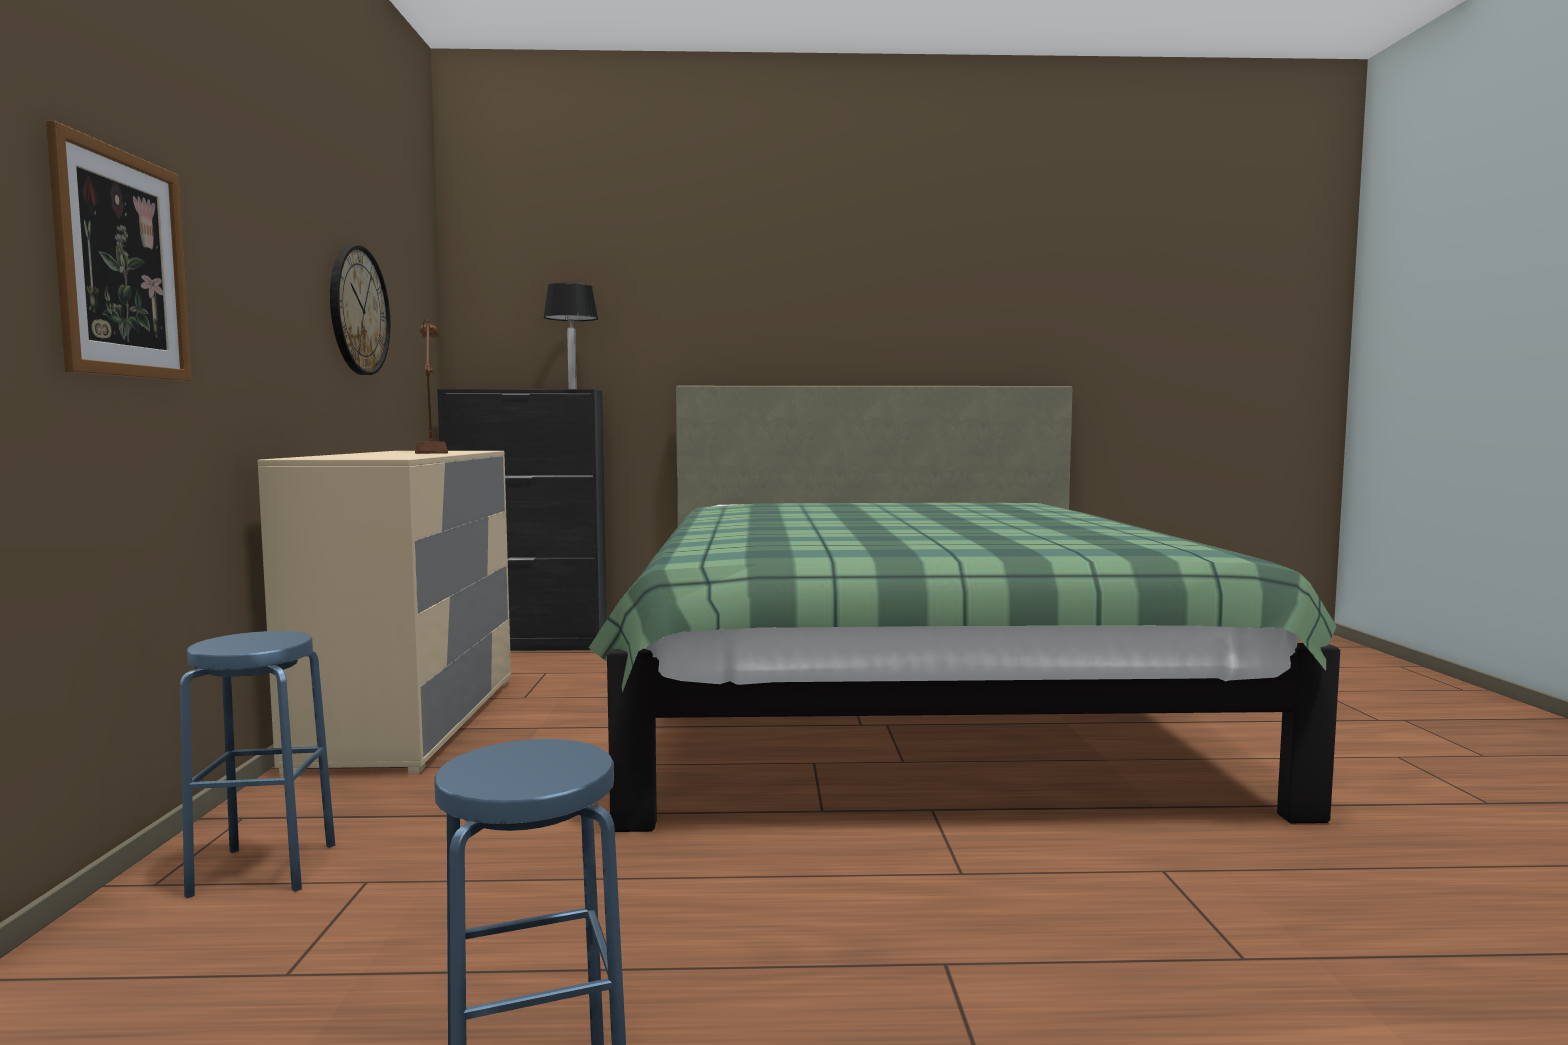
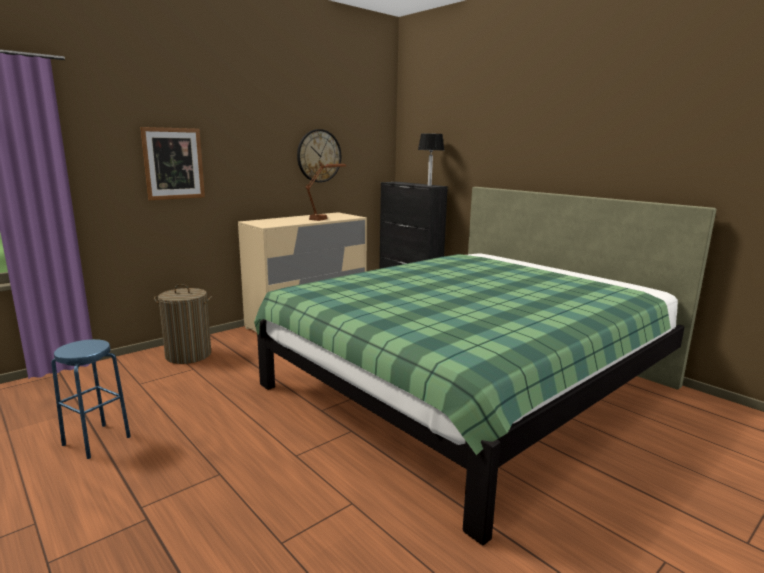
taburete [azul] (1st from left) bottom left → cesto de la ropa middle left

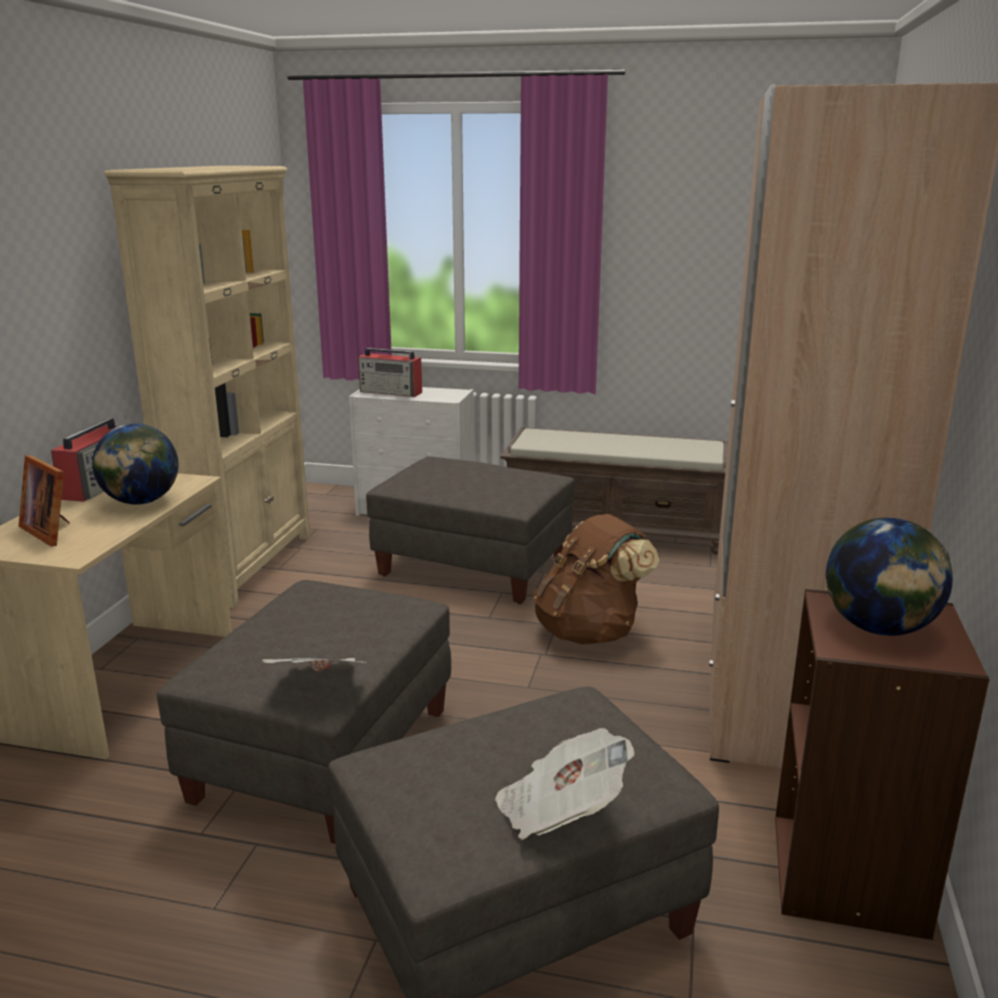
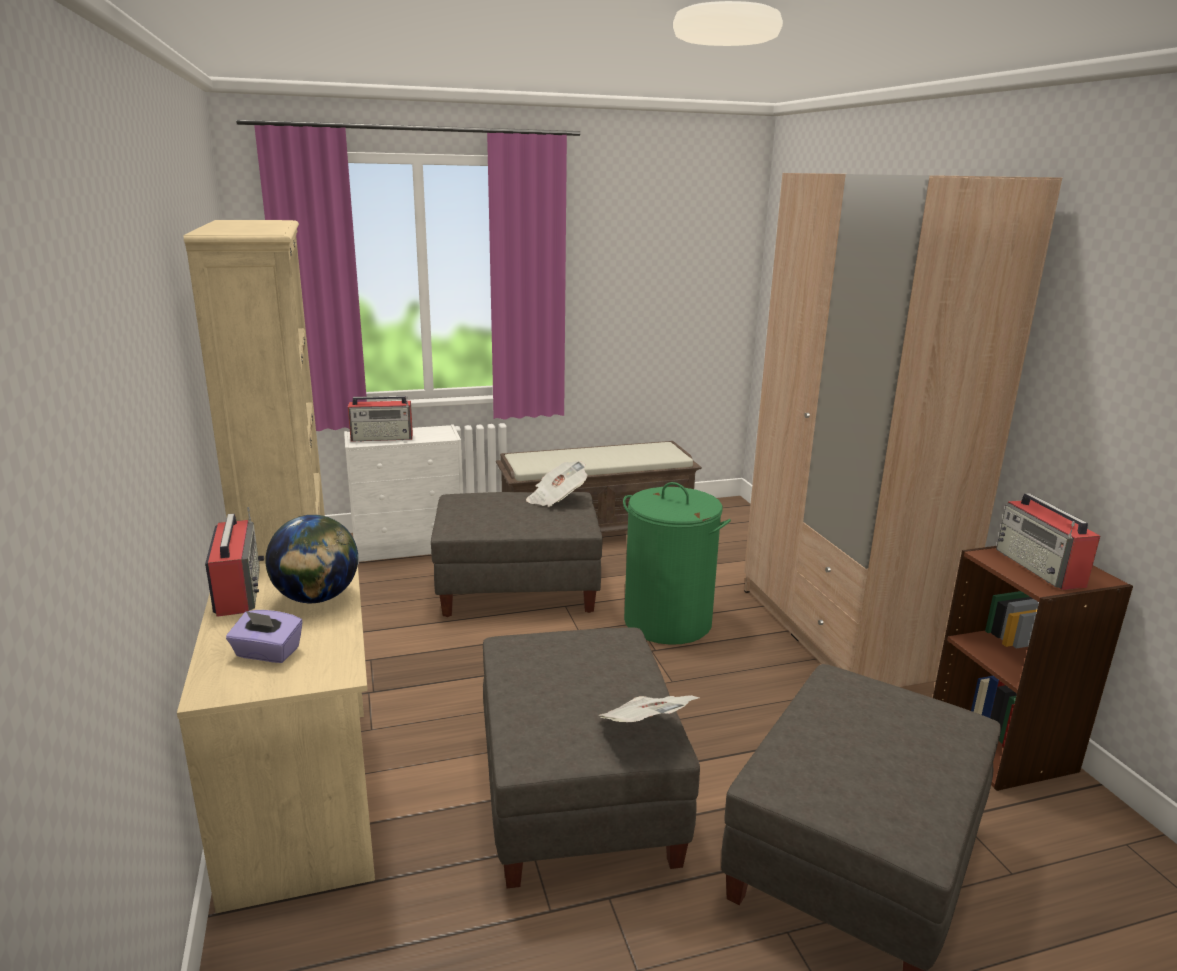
periódico (2nd from left in the first image) bottom centre → periódico (1st from left) centre, move
portarretratos middle left → caja de pañuelos [morado] middle left
mochila [marrón] centre → cesto de la ropa [verde] centre
globo terráqueo (2nd from left) middle right → radio (3rd from left) middle right

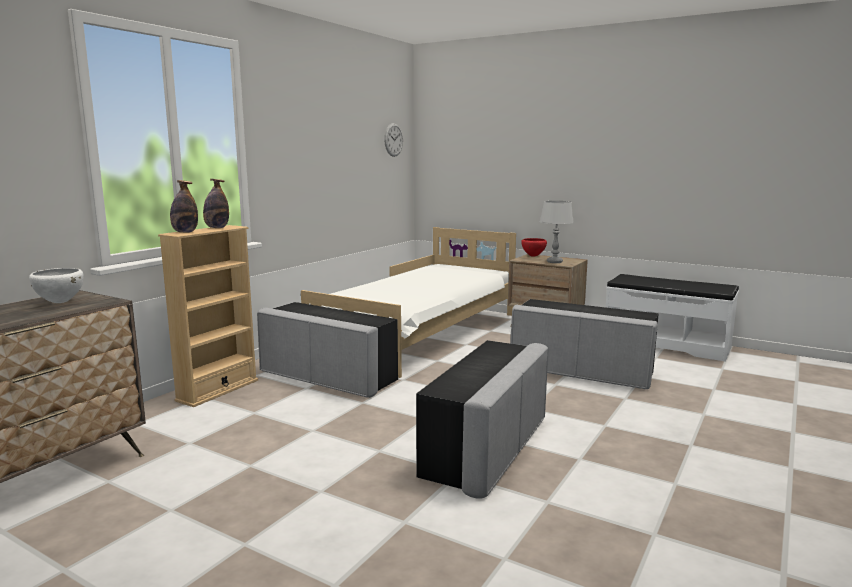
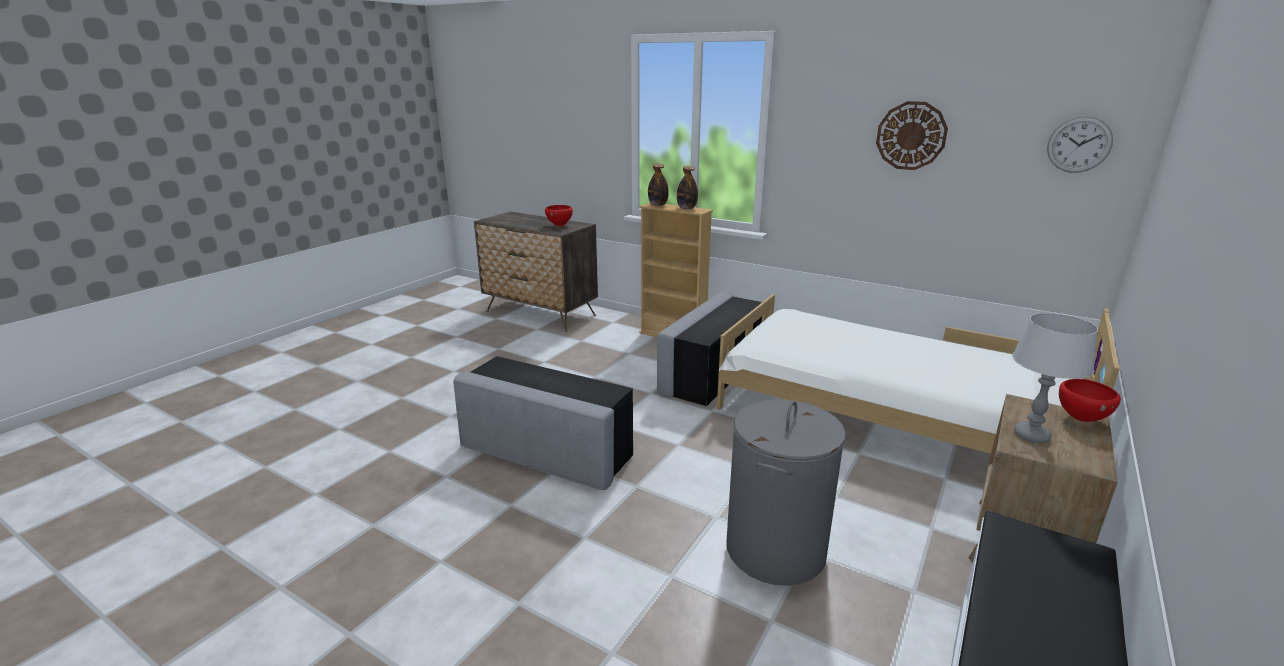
- → reloj de pared (1st from left) top right
puf [gris] (3rd from left) middle right → cesto de la ropa [gris] bottom centre
cuenco [blanco] middle left → cuenco [rojo] (1st from left) top centre

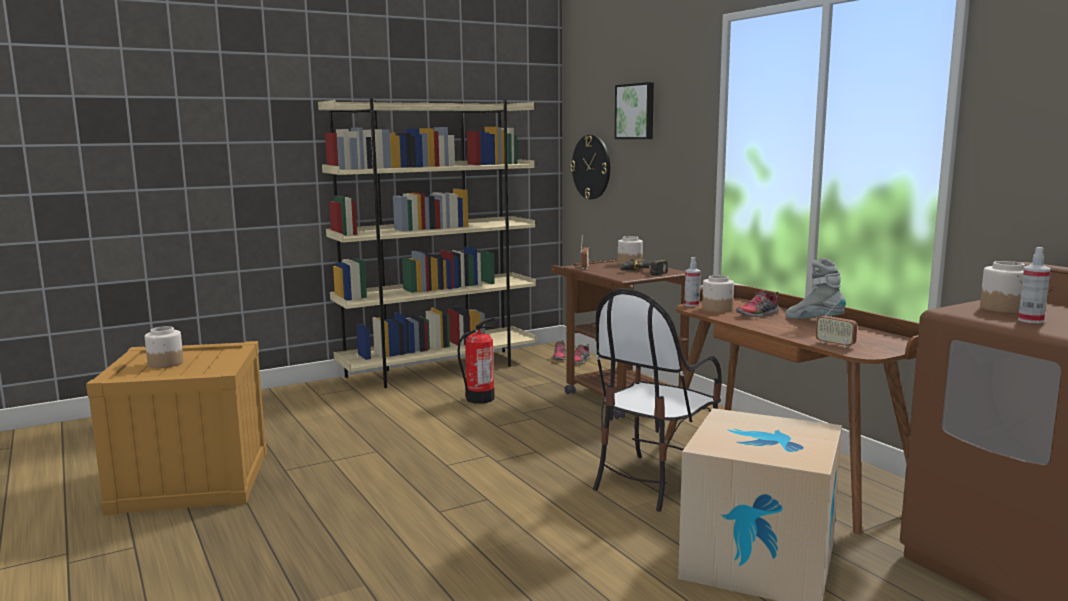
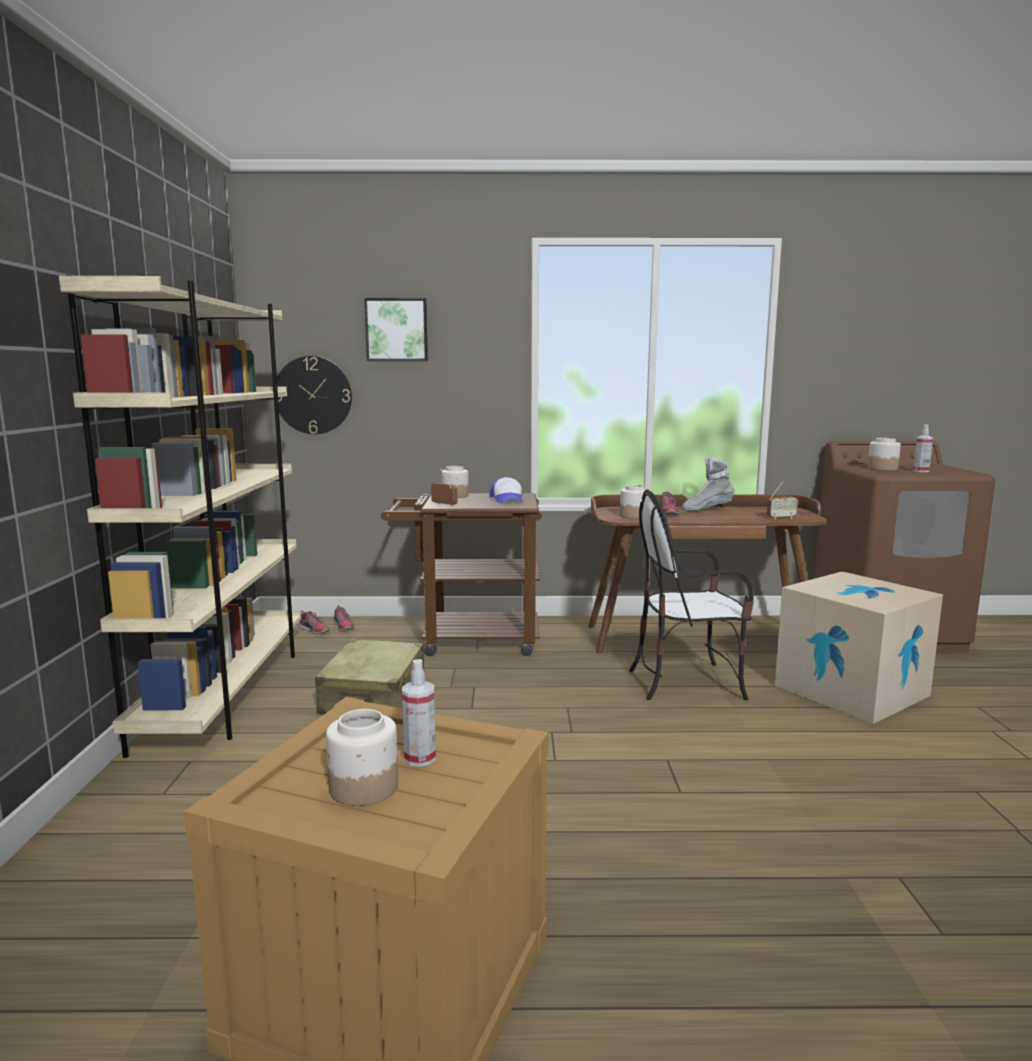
pulverizador (1st from left) centre → pulverizador (1st from left) bottom centre, move
extintor centre → maleta [beis] centre
taladro centre → gorra centre
silla centre → silla middle right, 105 degrees clockwise

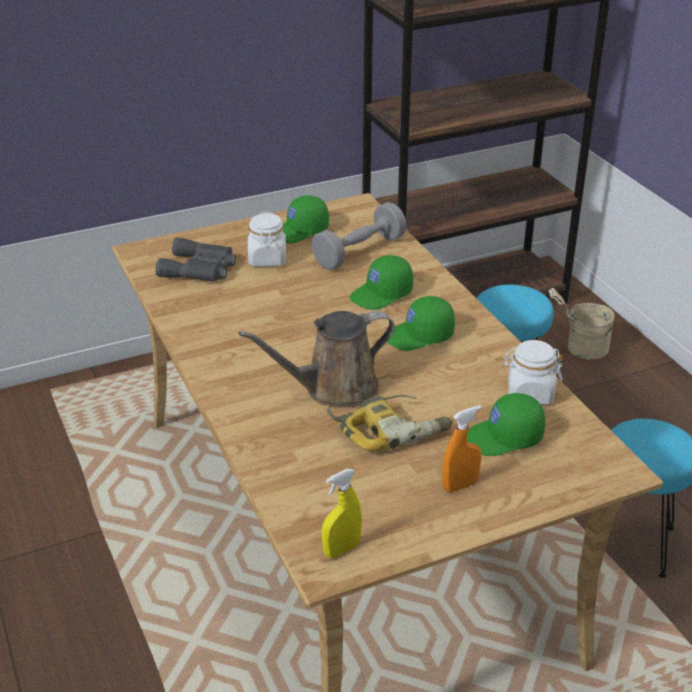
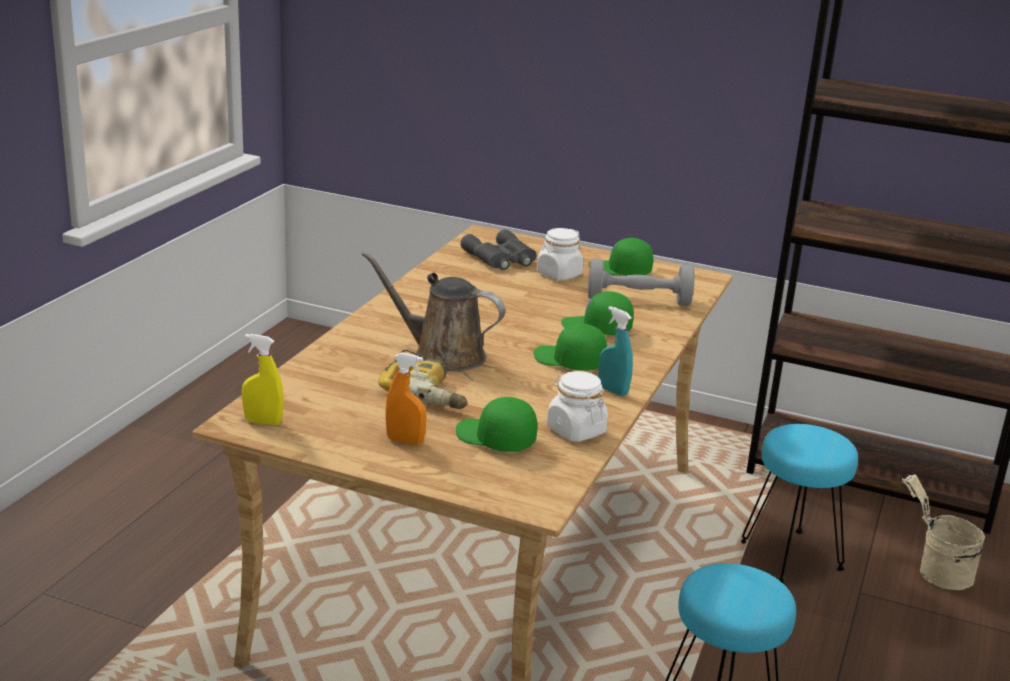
- → pulverizador [turquesa] centre

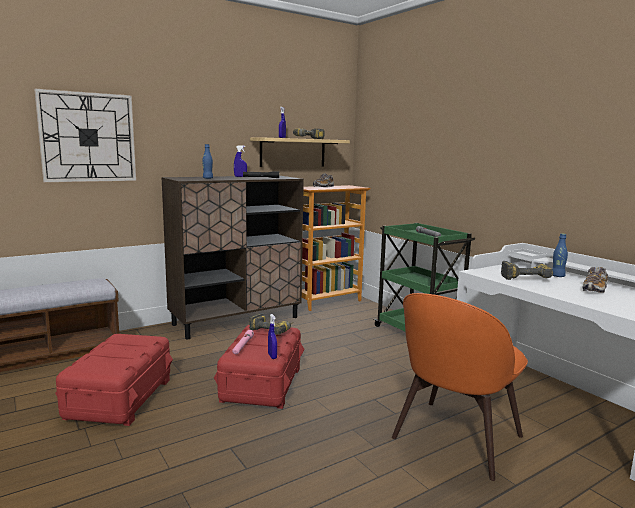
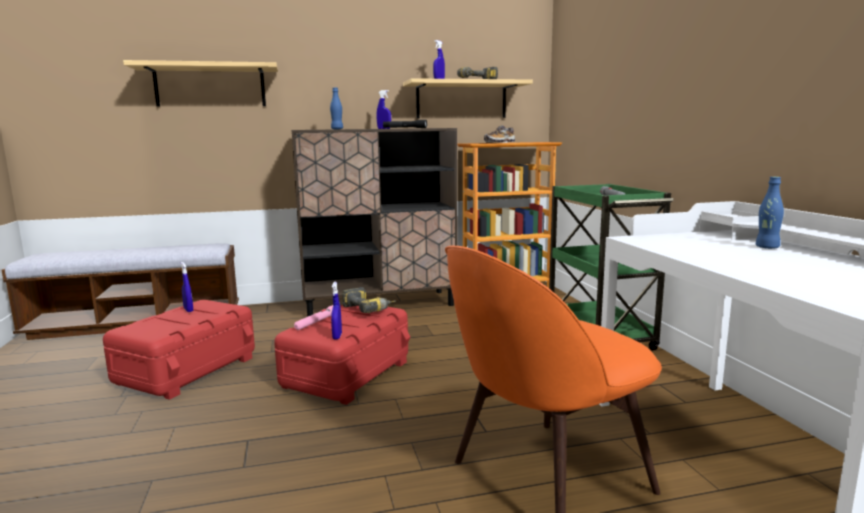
taladro (3rd from left) middle right → -
zapato (2nd from left) middle right → -
- → pulverizador [azul] (1st from left) middle left
reloj de pared top left → estante (1st from left) top left

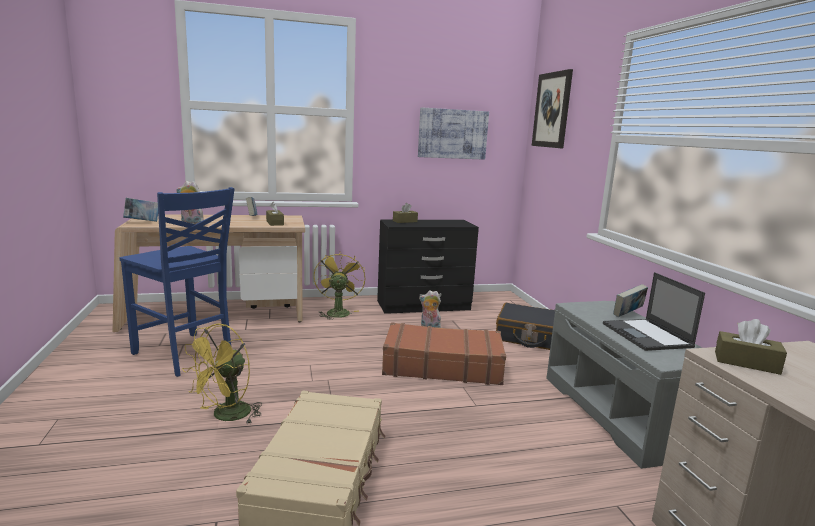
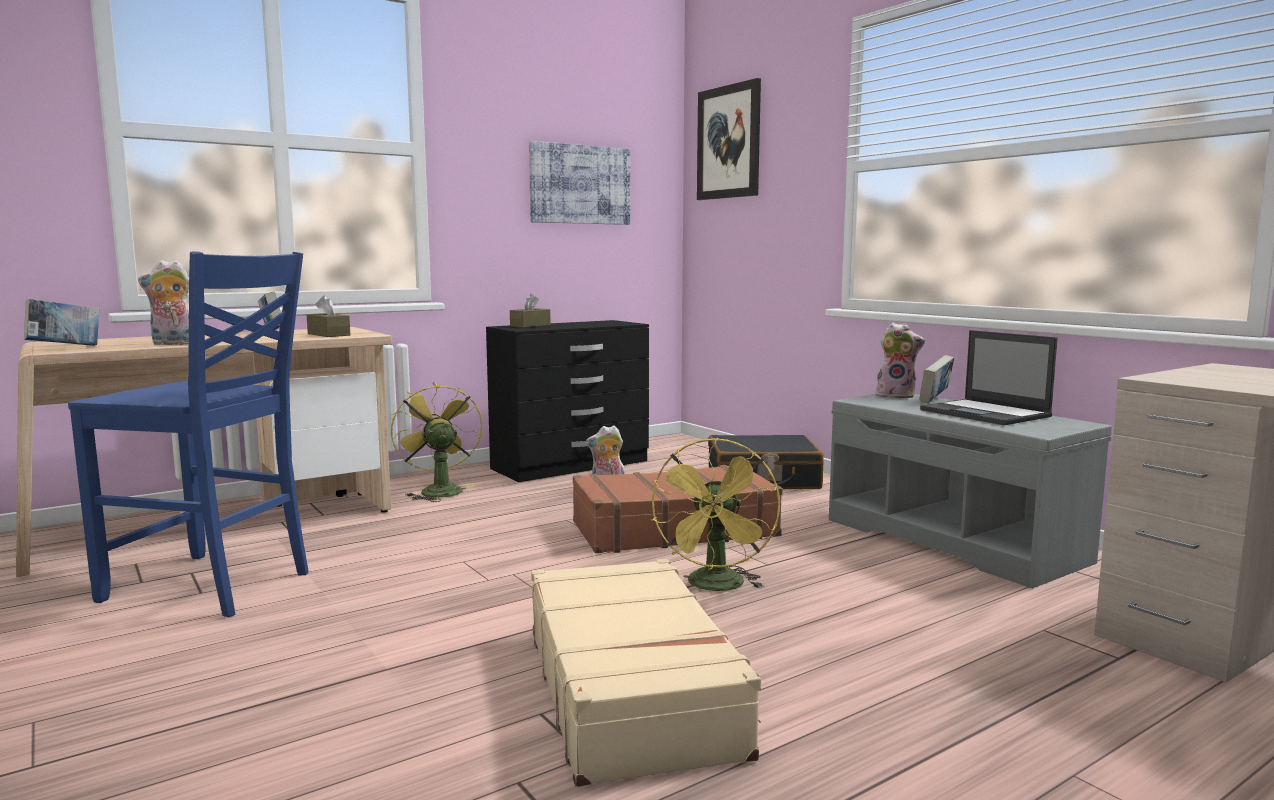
caja de pañuelos [marrón] (3rd from left) middle right → -
- → peluche (3rd from left) middle right
ventilador [amarillo] (1st from left in the first image) bottom left → ventilador [amarillo] (2nd from left) centre, move

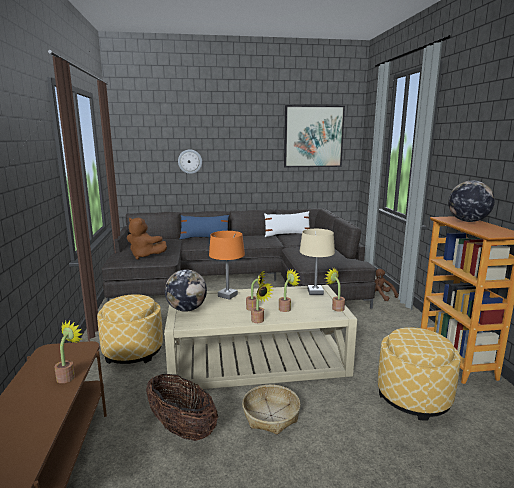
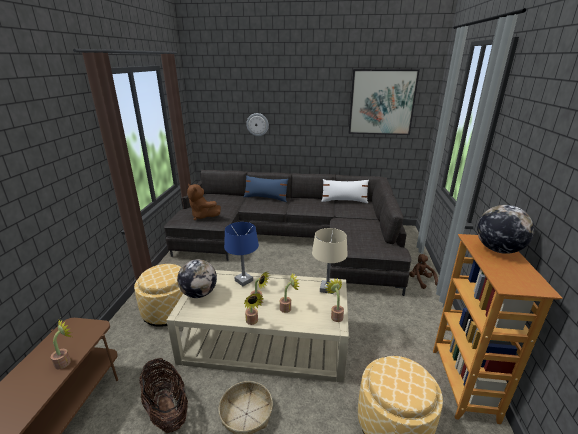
lámpara de mesa [naranja] centre → lámpara de mesa [azul] centre

